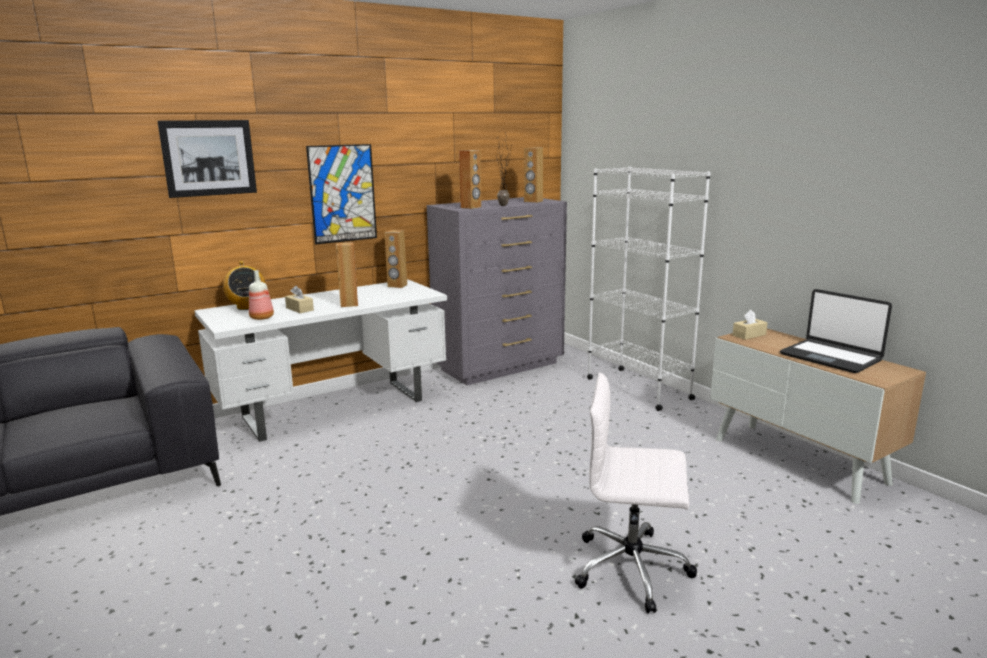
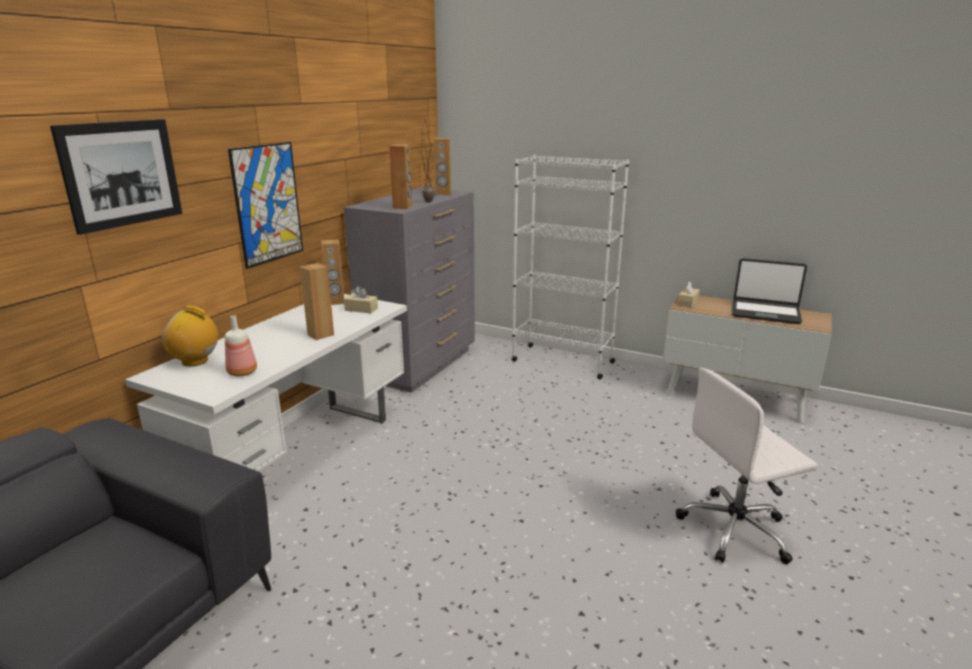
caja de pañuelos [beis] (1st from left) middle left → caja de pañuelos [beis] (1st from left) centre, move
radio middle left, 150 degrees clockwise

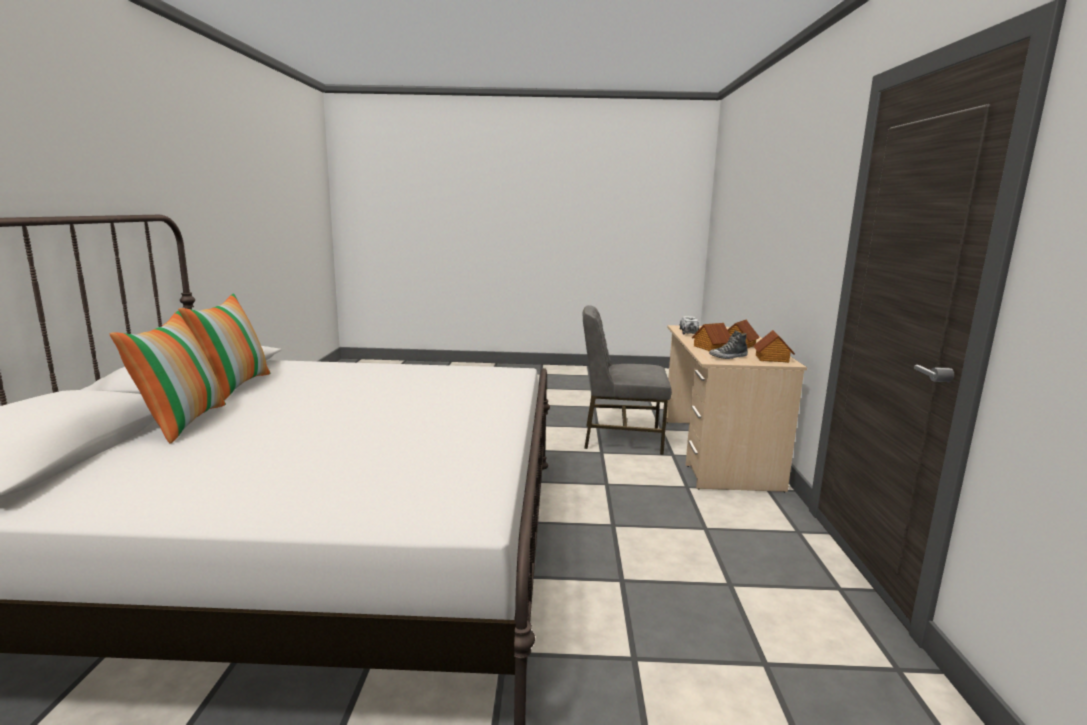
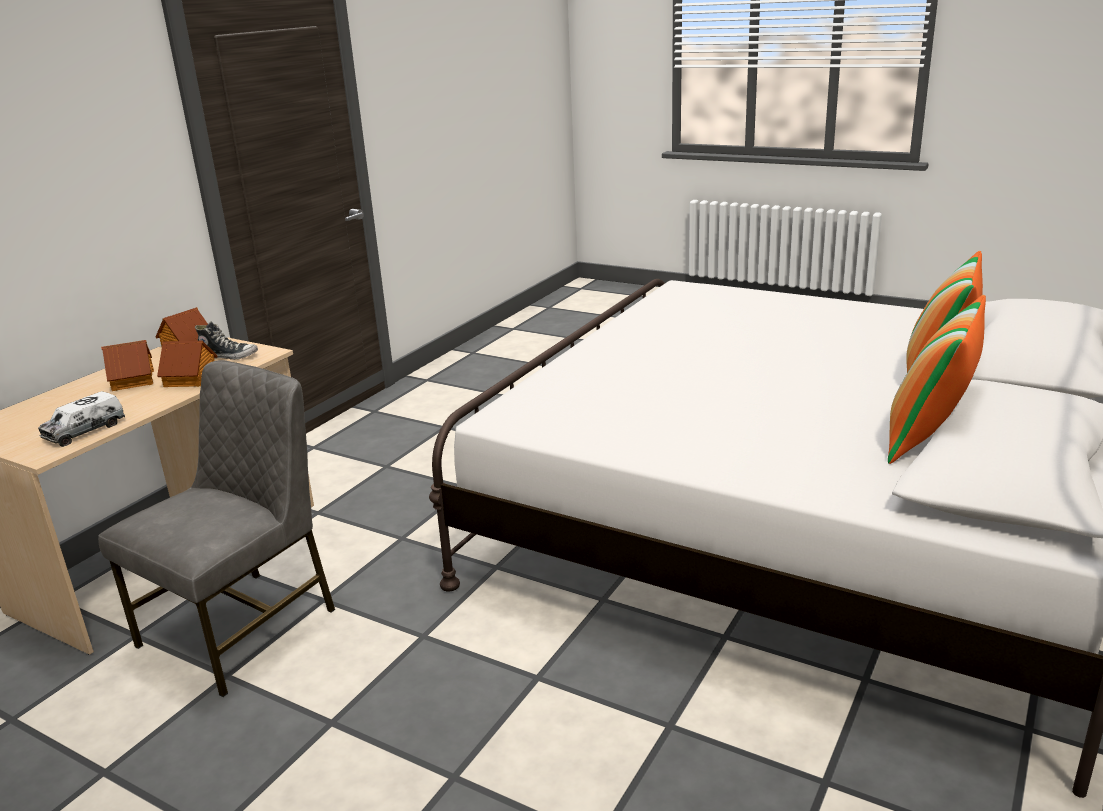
silla [gris] centre → silla [gris] middle left, 90 degrees counterclockwise

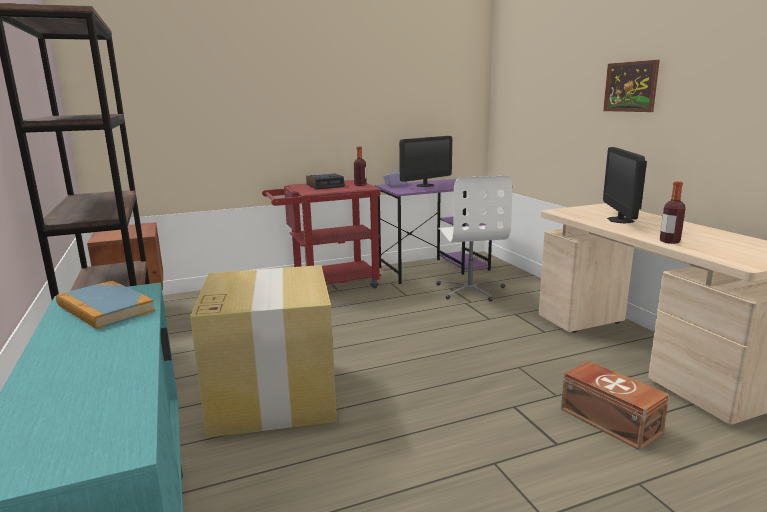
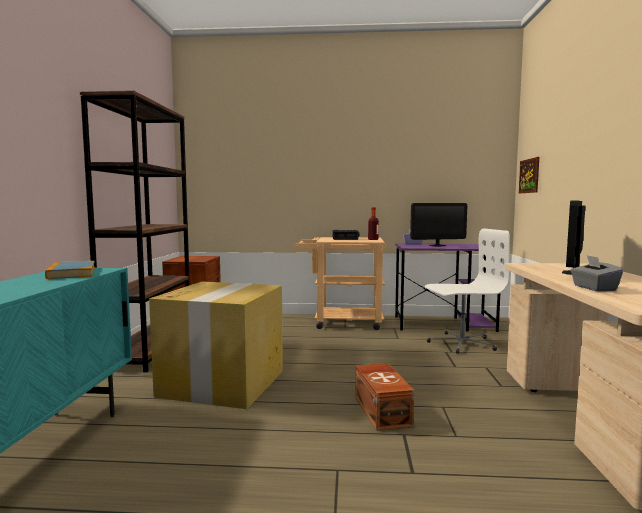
caja de almacenaje [marrón] bottom right → caja de almacenaje [marrón] bottom centre, move
cuadro top right → cuadro middle right, move
botella (2nd from left) middle right → caja de pañuelos [gris] middle right
carrito [rojo] centre → carrito [beis] centre
silla de oficina [blanco] centre → silla de oficina [blanco] middle right, 120 degrees counterclockwise

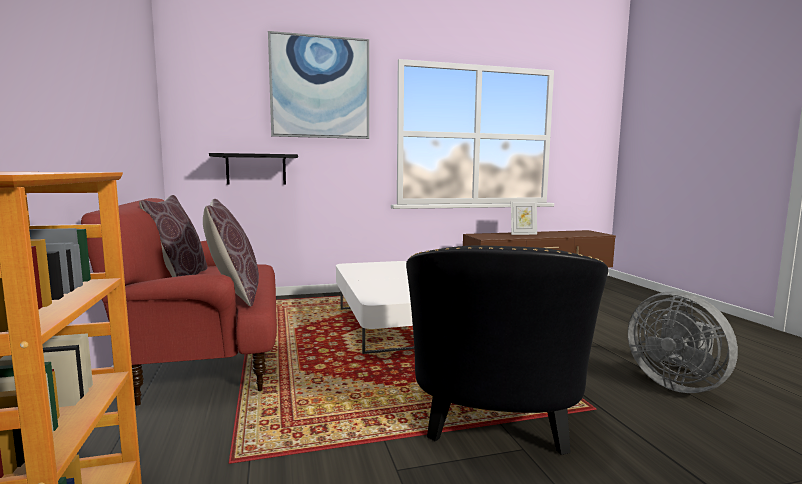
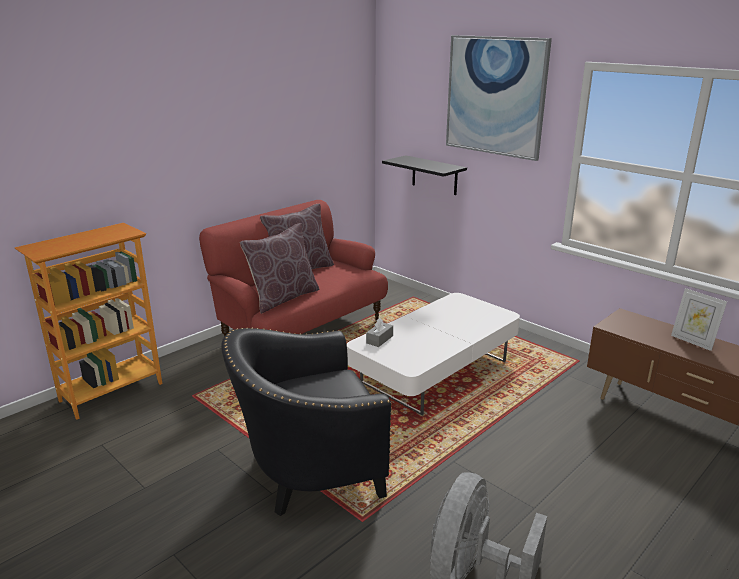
- → caja de pañuelos [gris] centre

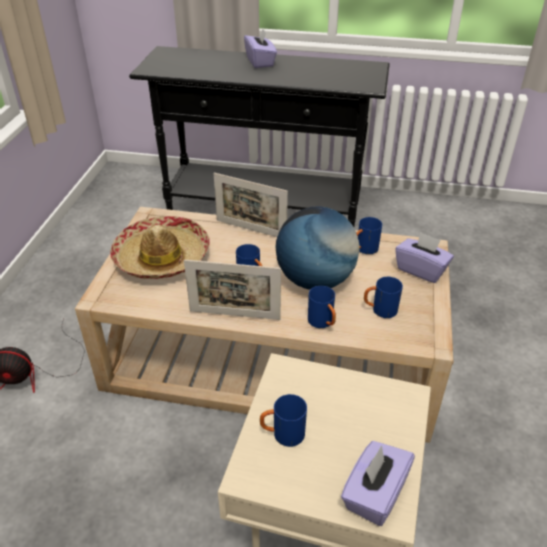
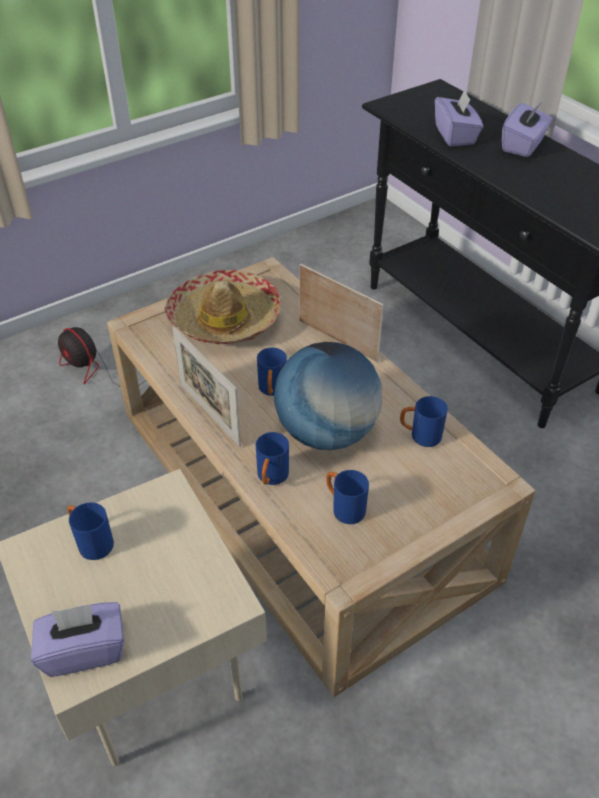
caja de pañuelos [morado] (3rd from left in the first image) middle right → caja de pañuelos [morado] (2nd from left) top right, move
portarretratos (2nd from left) centre, 150 degrees clockwise

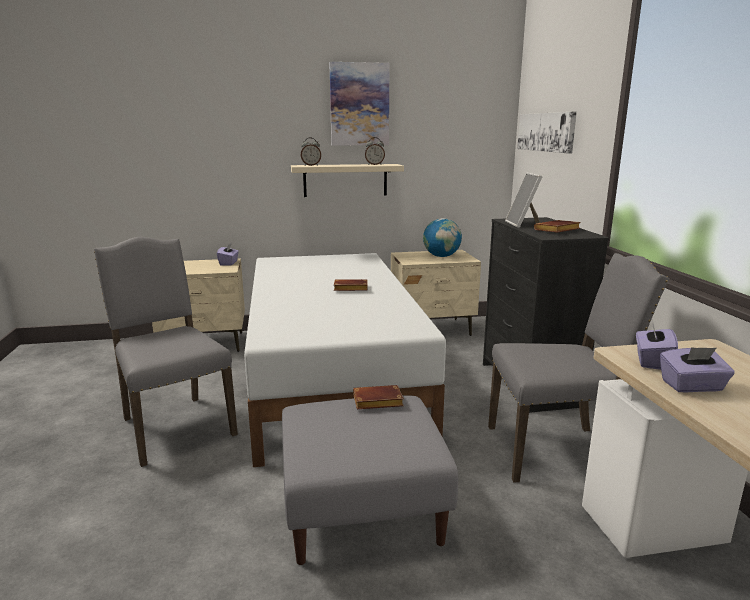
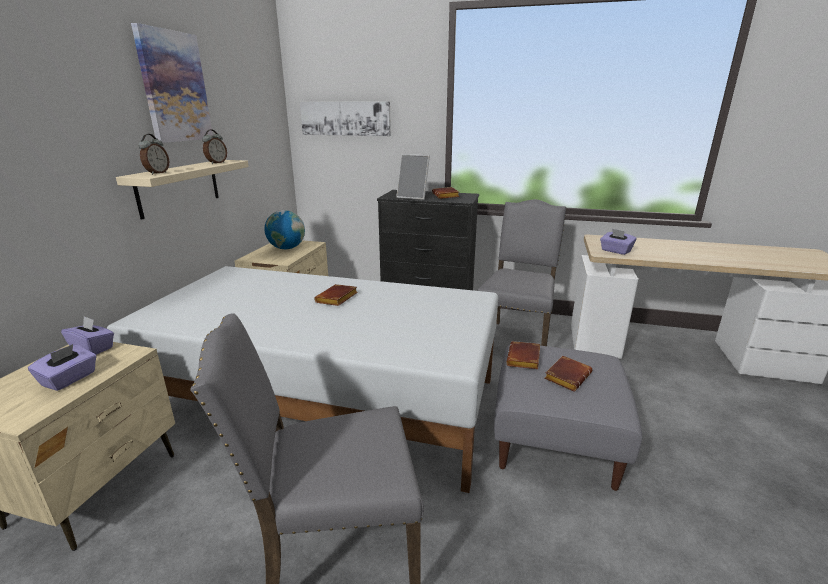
- → libro [marrón] (4th from left) middle right
caja de pañuelos [morado] (3rd from left in the first image) middle right → caja de pañuelos [morado] (1st from left) middle left, move

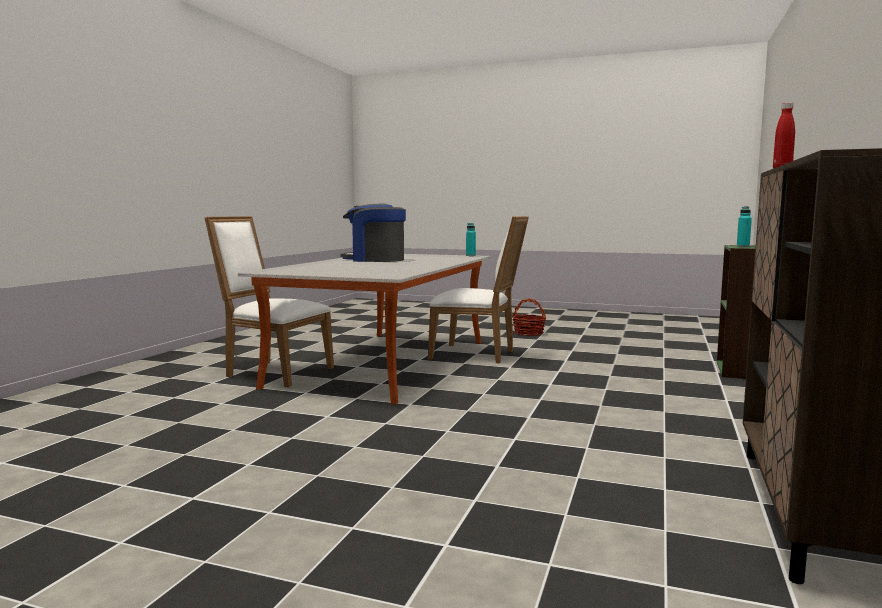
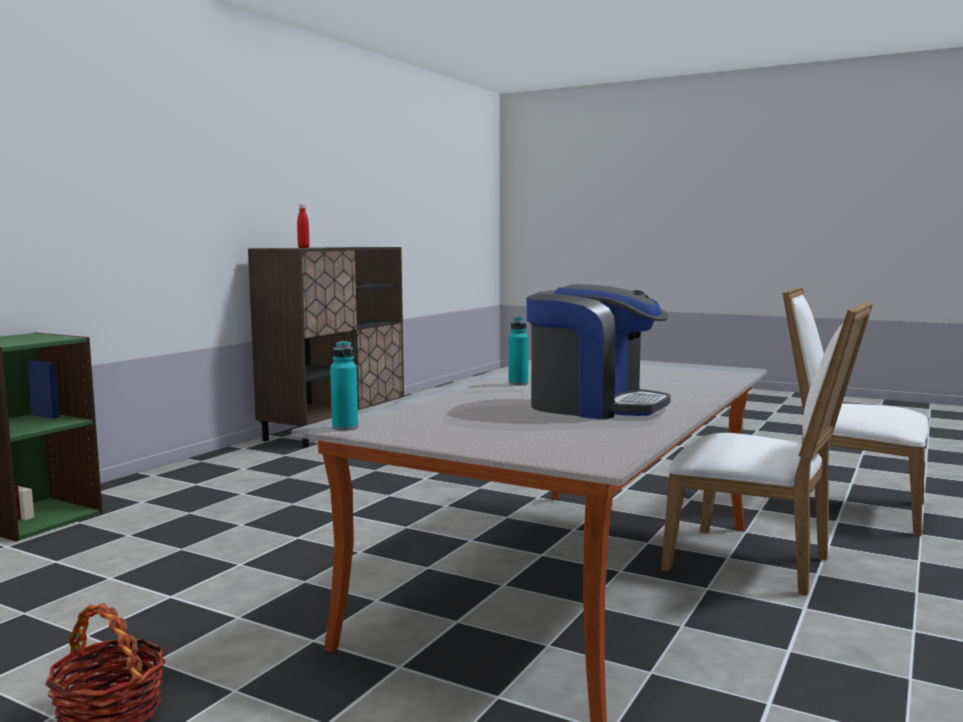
silla [blanco] (2nd from left) centre → silla [blanco] (2nd from left) middle right, move
botella [turquesa] (2nd from left) middle right → botella [turquesa] (2nd from left) centre, move

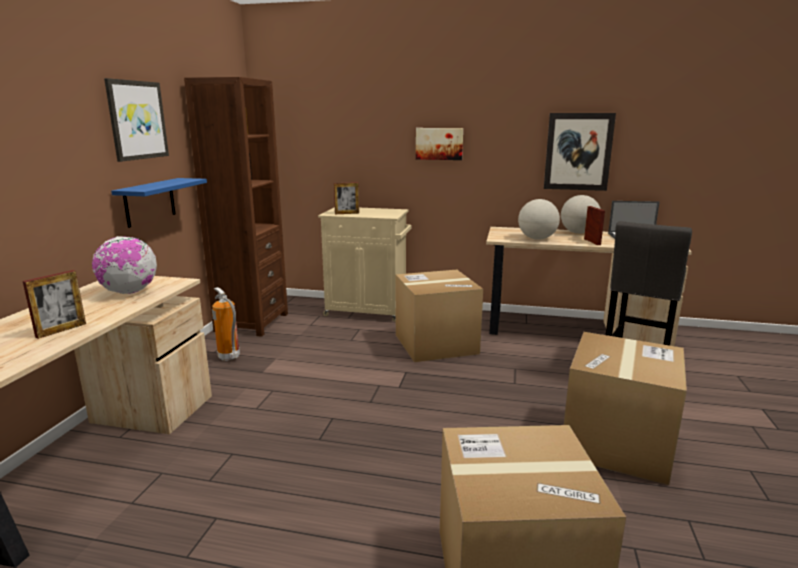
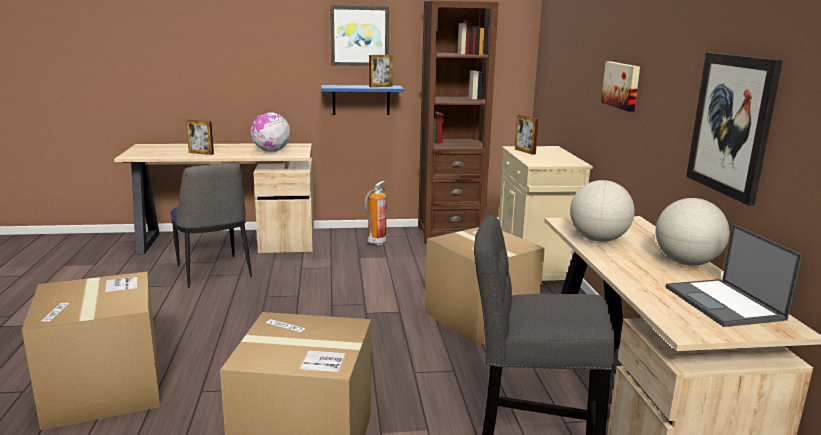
- → silla middle left
portarretratos (3rd from left in the first image) middle right → portarretratos (2nd from left) top centre, move

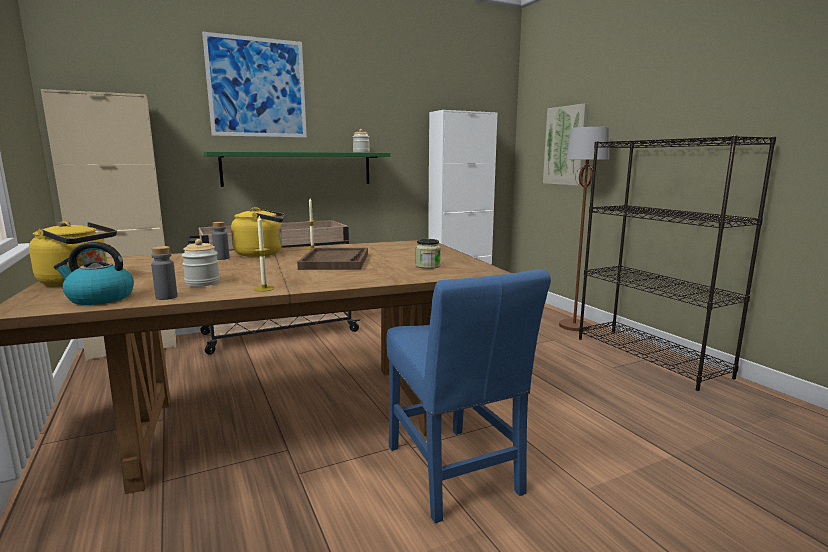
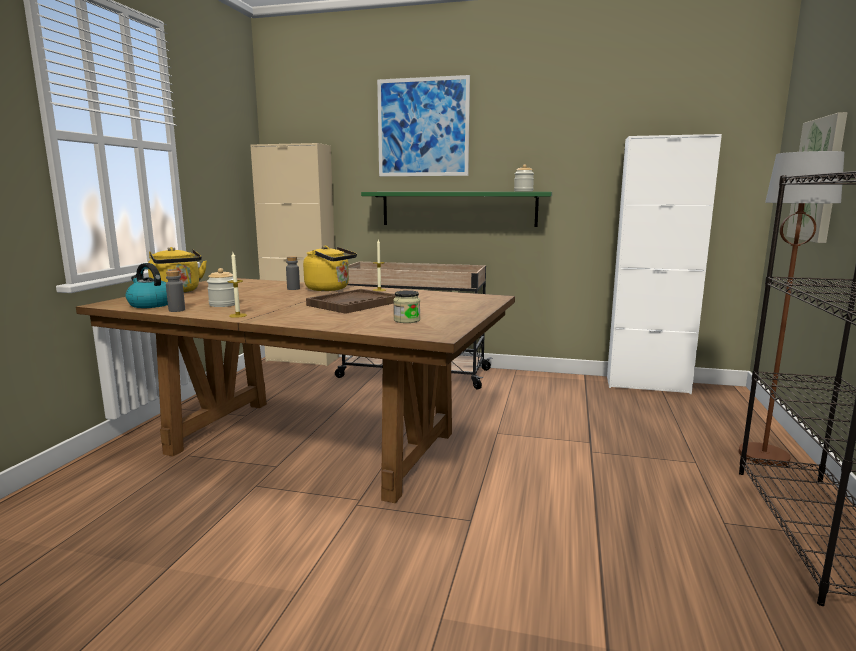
silla [azul] bottom centre → -

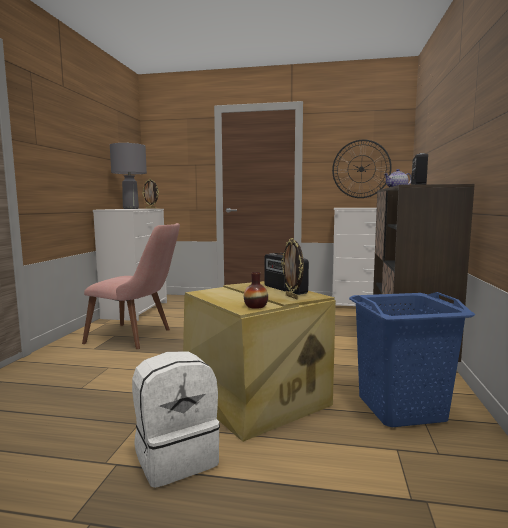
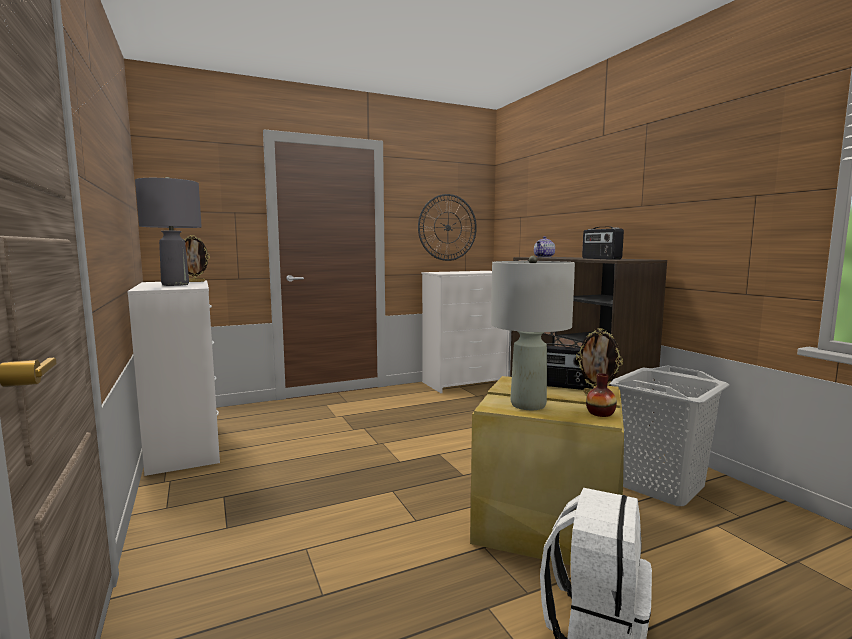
silla [rosa] middle left → -
- → lámpara de mesa [gris] (2nd from left) centre
cesto de la ropa [azul] bottom right → cesto de la ropa [gris] bottom right

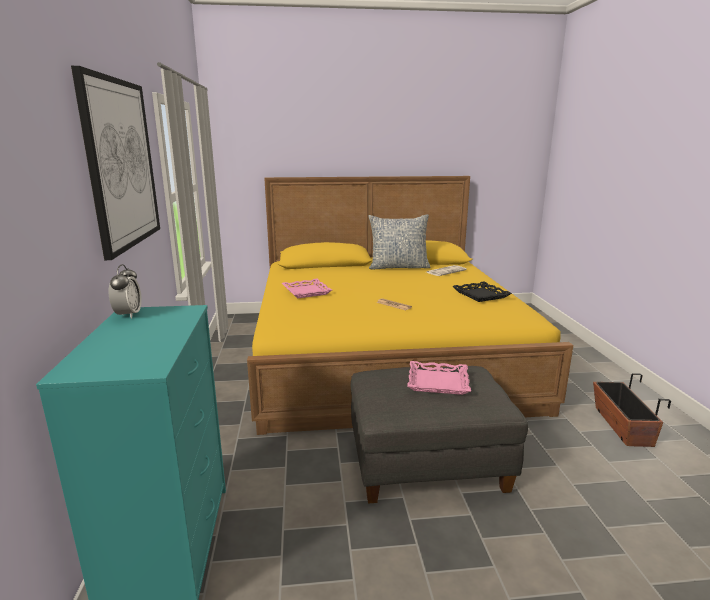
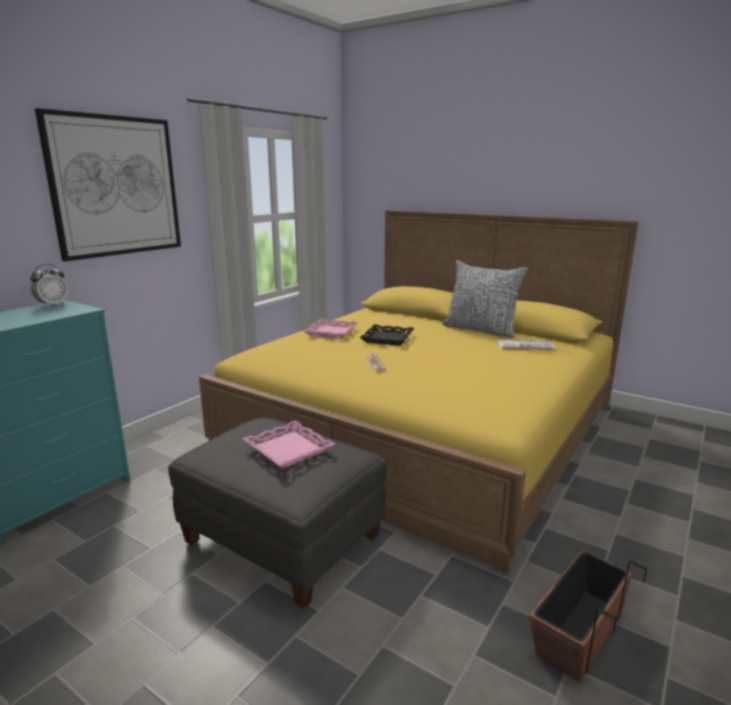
bandeja [negro] middle right → bandeja [negro] centre, move

